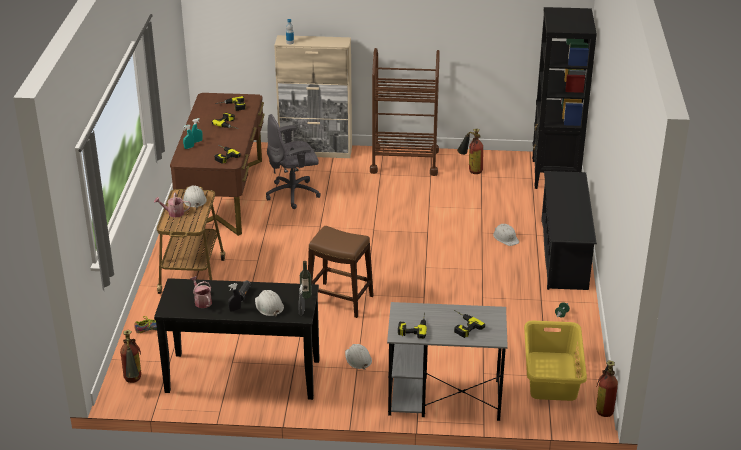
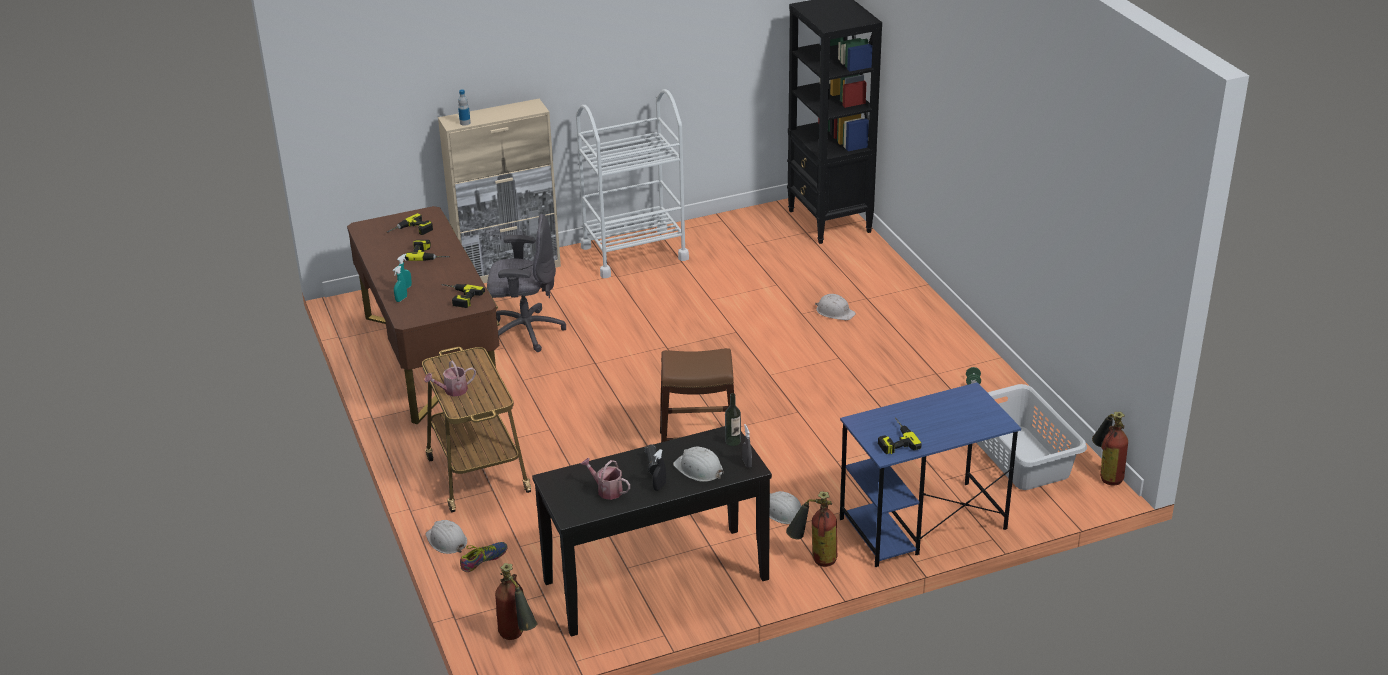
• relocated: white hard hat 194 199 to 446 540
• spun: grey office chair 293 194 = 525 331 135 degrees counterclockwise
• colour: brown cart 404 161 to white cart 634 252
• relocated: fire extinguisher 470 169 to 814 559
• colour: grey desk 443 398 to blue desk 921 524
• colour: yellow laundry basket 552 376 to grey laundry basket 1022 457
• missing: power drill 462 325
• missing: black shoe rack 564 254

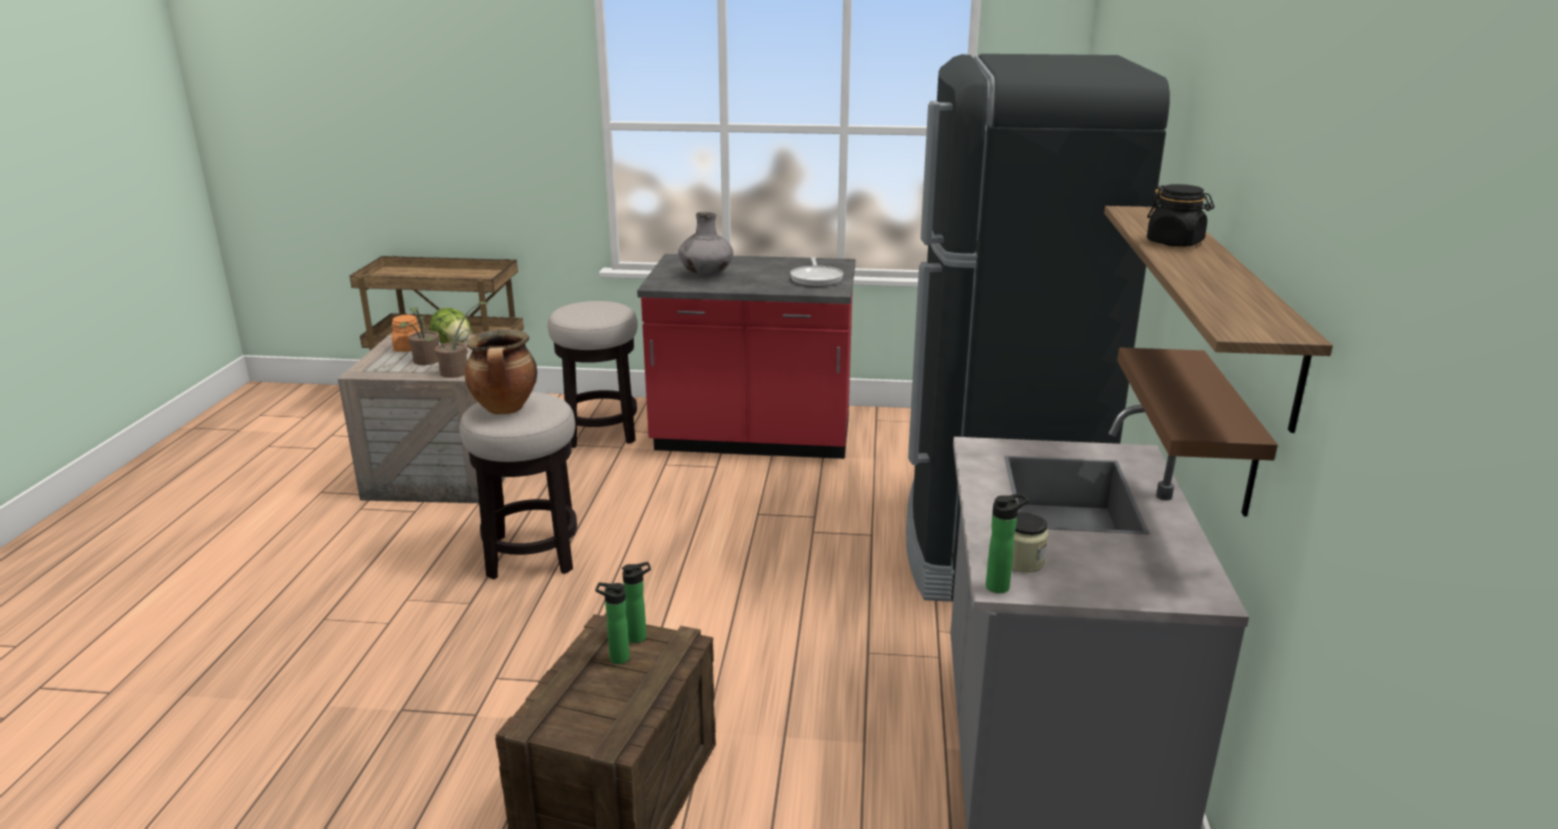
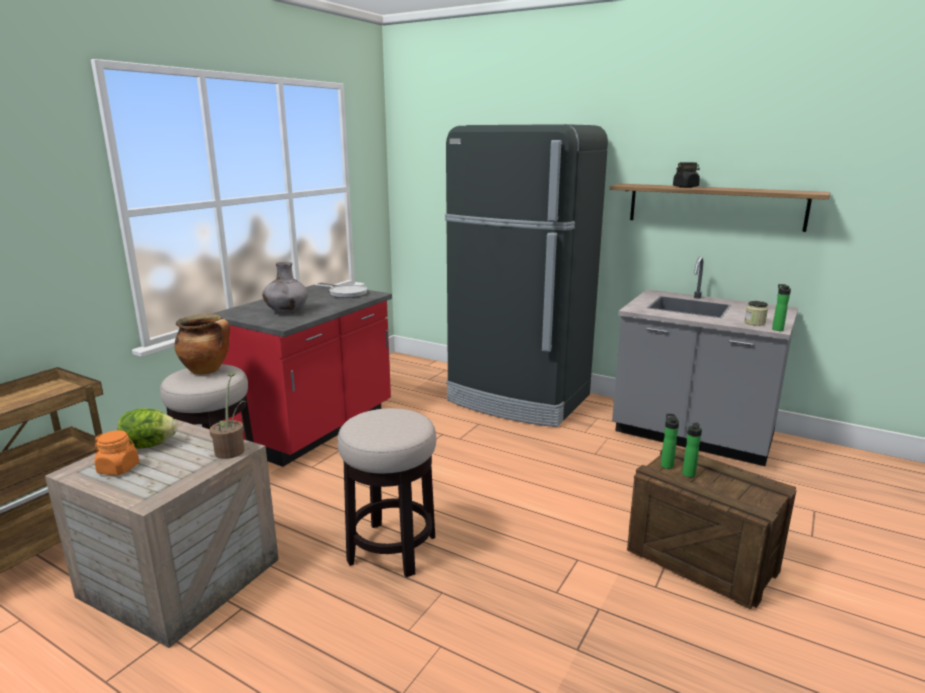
• relocated: cooking pot 506 409 to 207 370
• missing: potted plant 425 362
• missing: brown shelf 1229 434

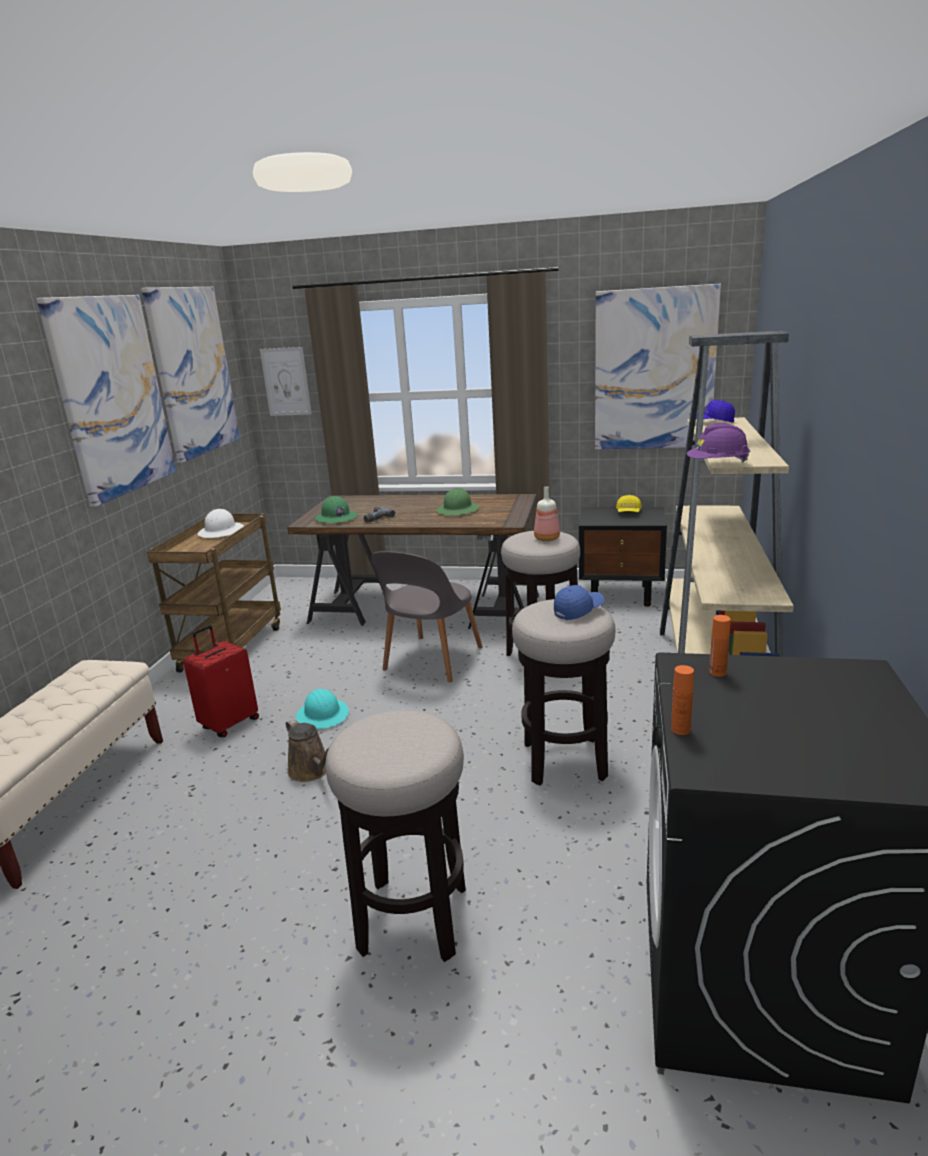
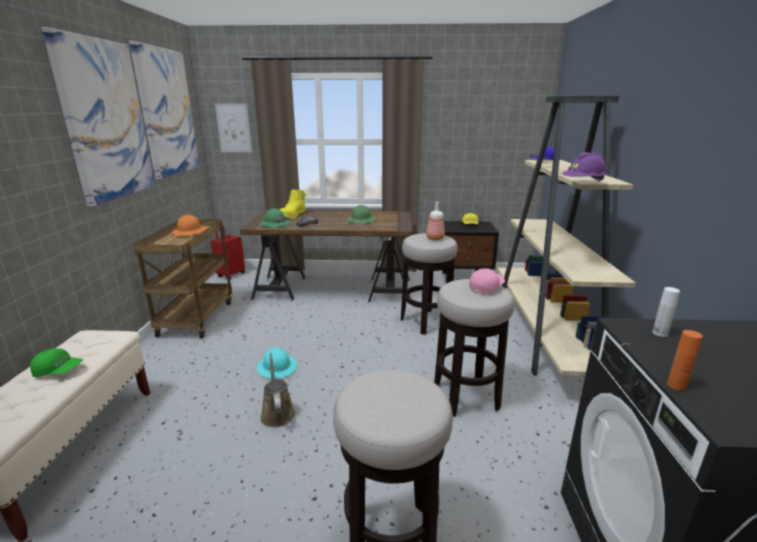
• appeared: green cap 59 371
• colour: white hard hat 221 532 to orange hard hat 190 232
• relocated: red suitcase 229 724 to 230 275
• spun: brown watering can 311 770 = 277 413 150 degrees counterclockwise
• appeared: yellow boot 293 215
• colour: blue cap 578 611 to pink cap 486 287
• colour: orange bottle 717 672 to white bottle 659 333
• missing: grey chair 431 660
• missing: picture 654 370

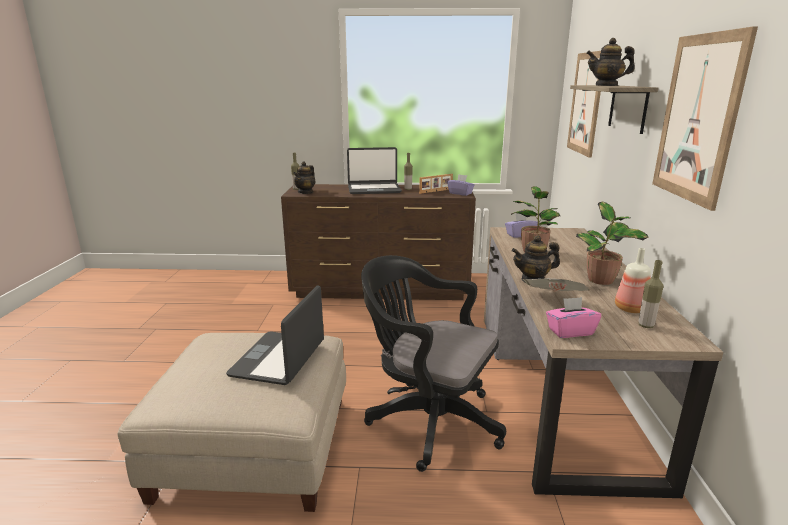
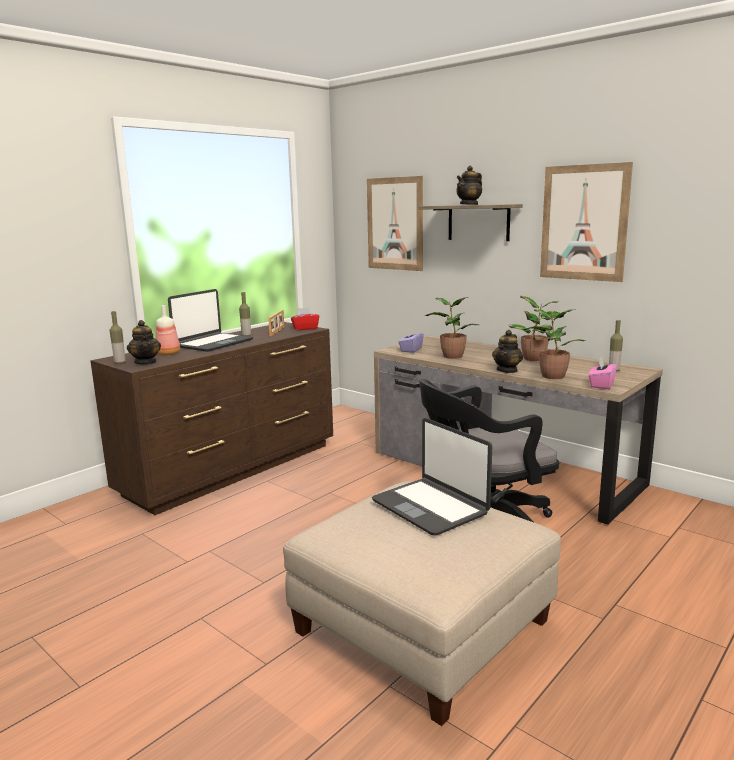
• relocated: bottle 629 308 to 167 354
• colour: purple tissue box 460 193 to red tissue box 305 328
• exchanged: newspaper 553 301 to potted plant 551 376

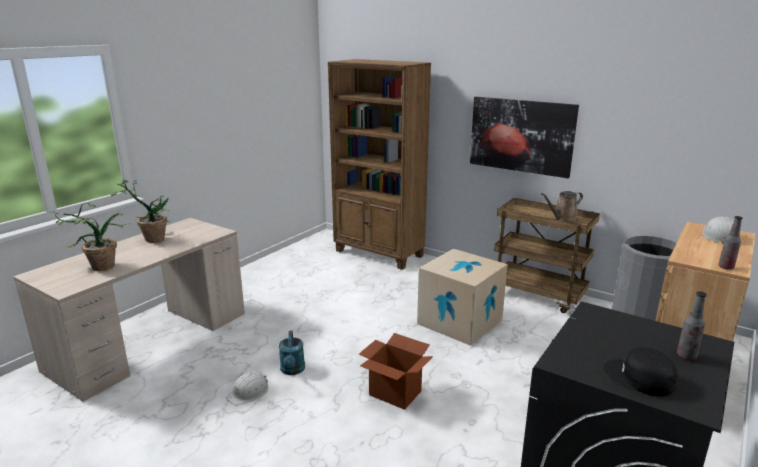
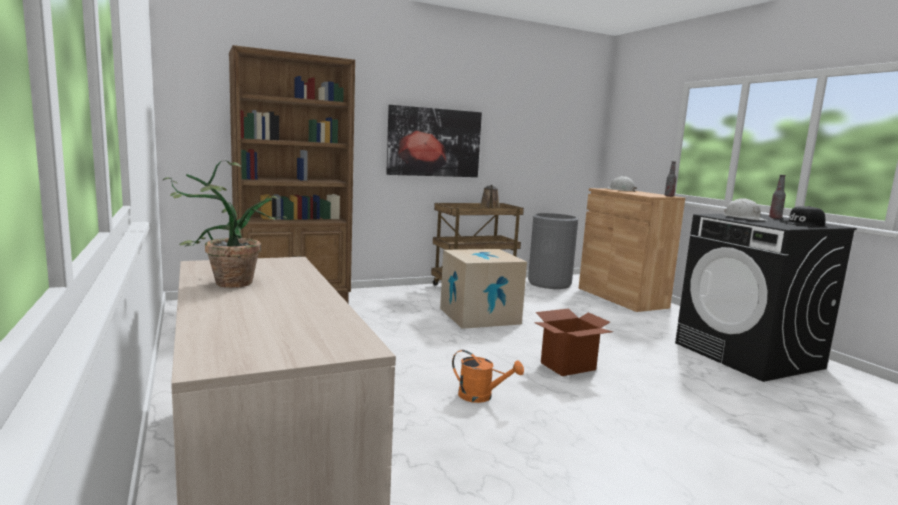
• colour: turquoise watering can 292 370 to orange watering can 481 396
• relocated: white hard hat 249 392 to 743 218
• missing: potted plant 97 268

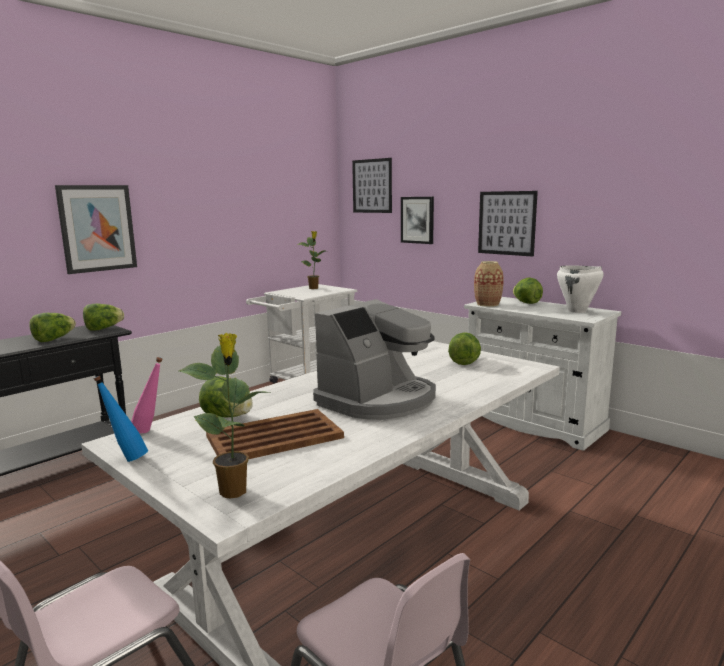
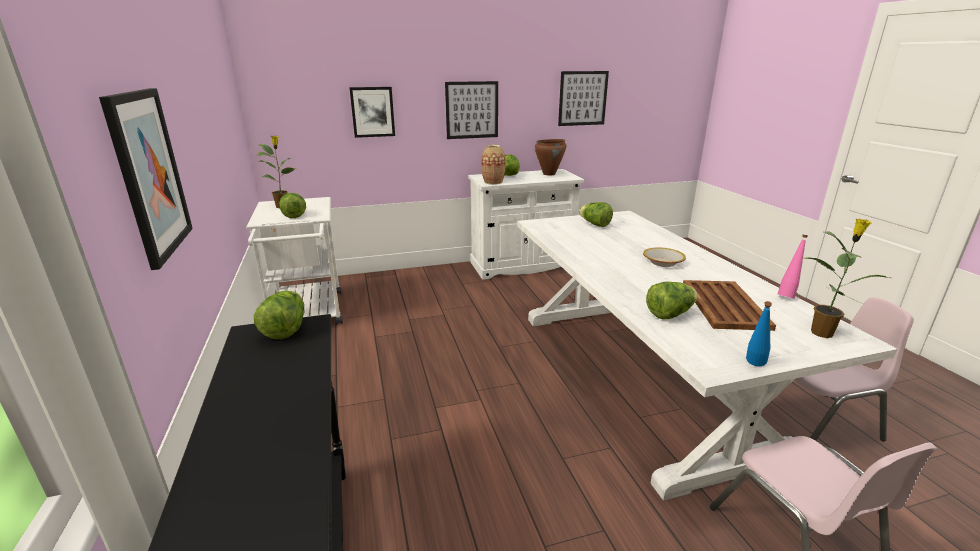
• relocated: lettuce 54 339 to 293 215
• colour: white cooking pot 577 311 to brown cooking pot 549 174
• relocated: picture 372 186 to 582 98
• exchanged: coffee machine 378 400 to bowl 662 262
• relocated: pink bottle 150 431 to 787 295

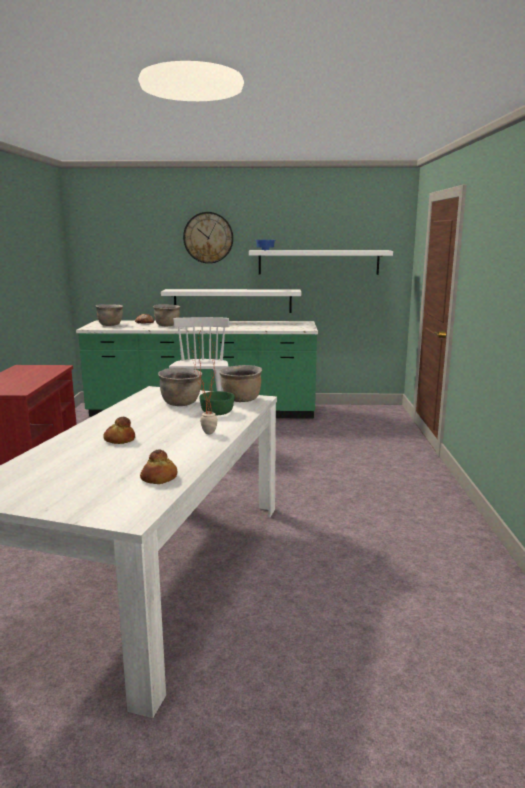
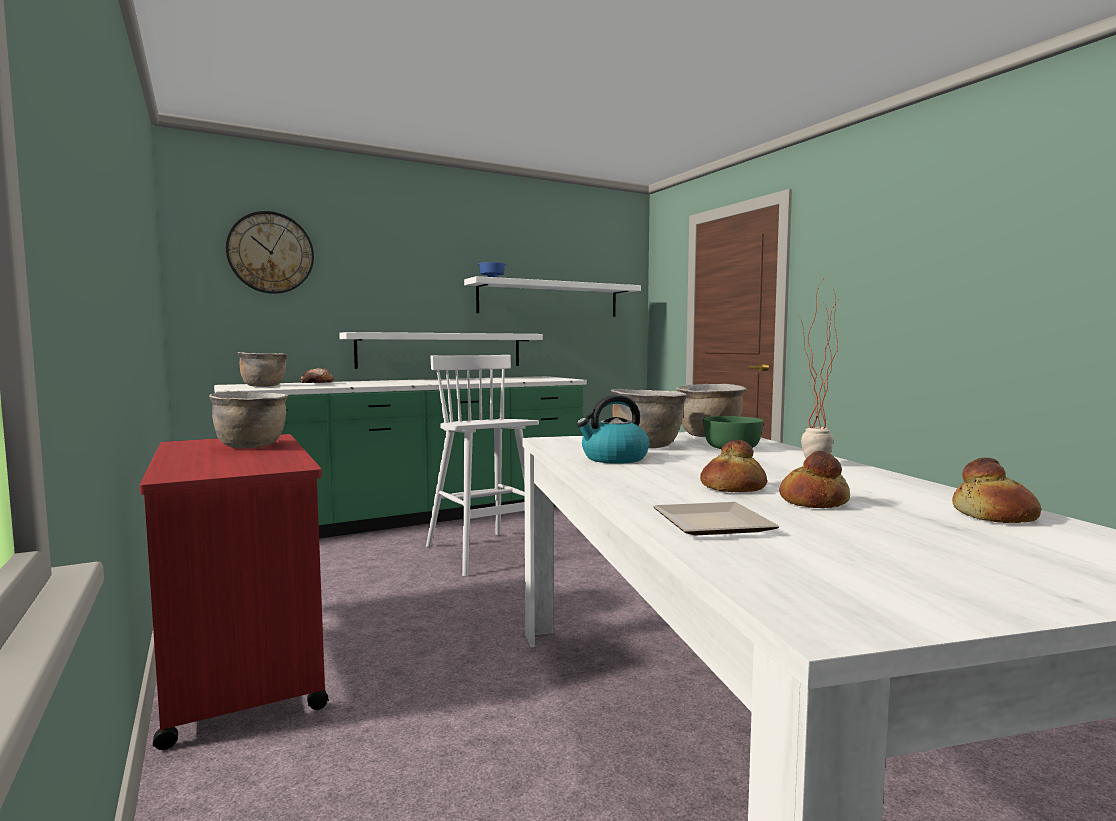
• relocated: brown cooking pot 167 325 to 251 446
• relocated: wall clock 208 237 to 270 253
• appeared: kettle 614 459
• appeared: plate 717 525
• appeared: bread 813 501

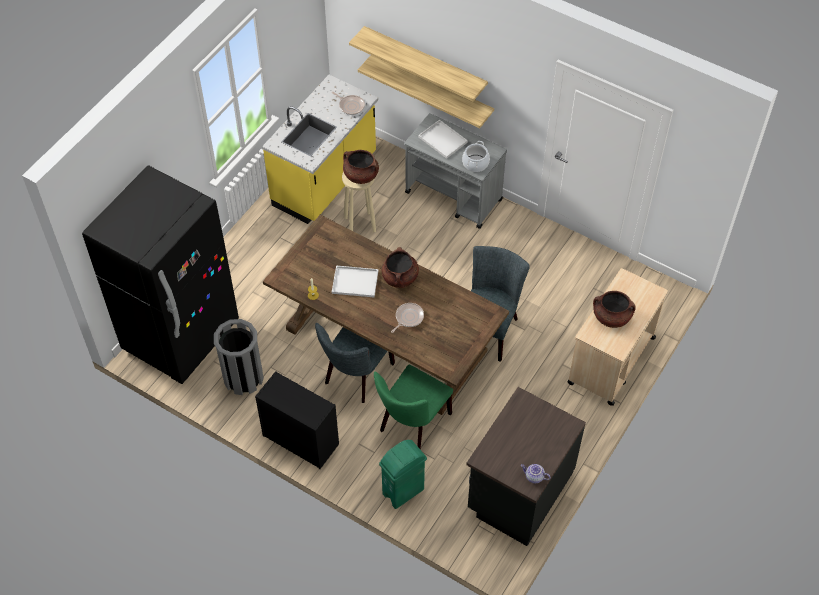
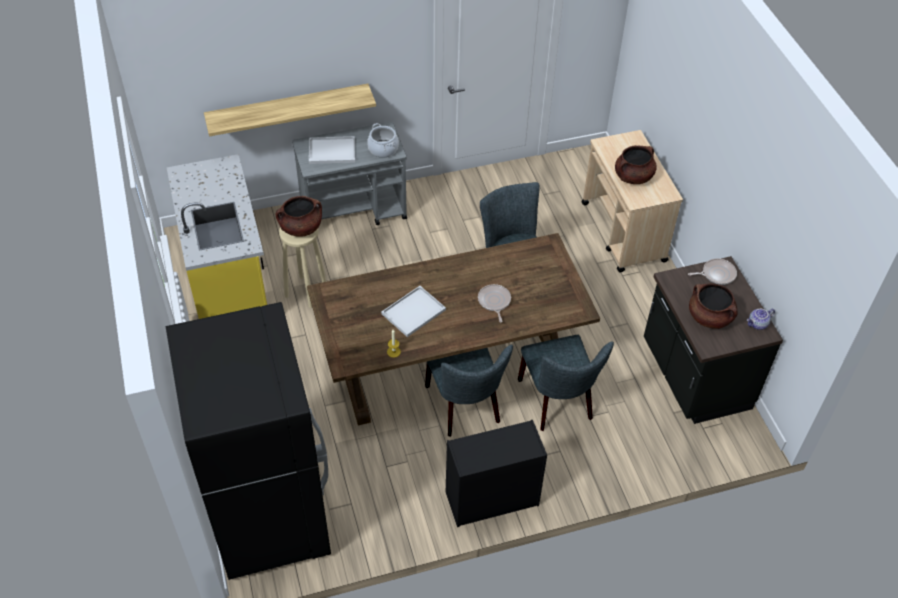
• colour: green chair 412 425 to grey chair 558 403
• relocated: frying pan 350 106 to 716 274
• relocated: brown cooking pot 400 278 to 710 317
• missing: grey trash can 243 377
• missing: shelf 425 62
• missing: green trash can 403 491

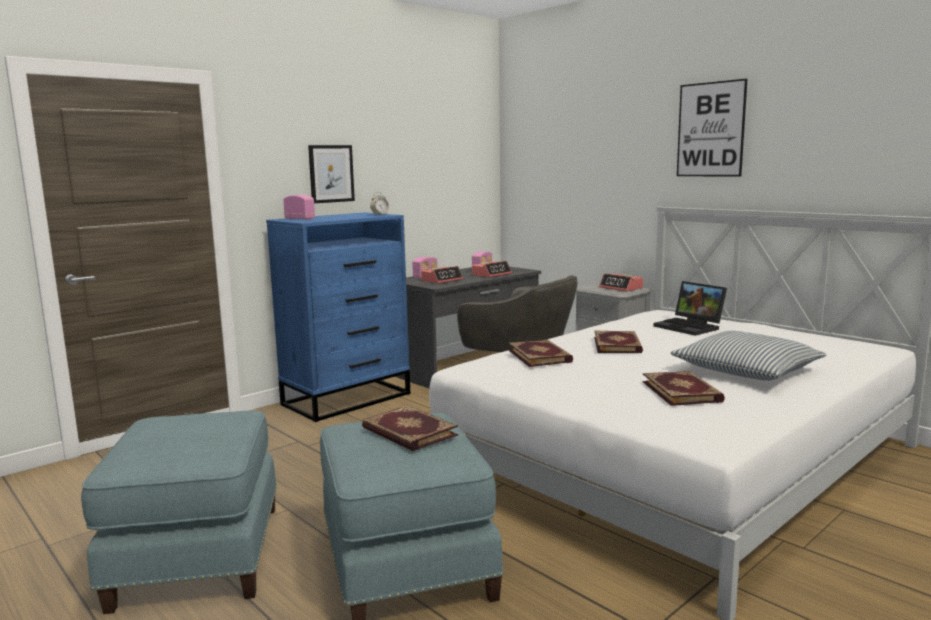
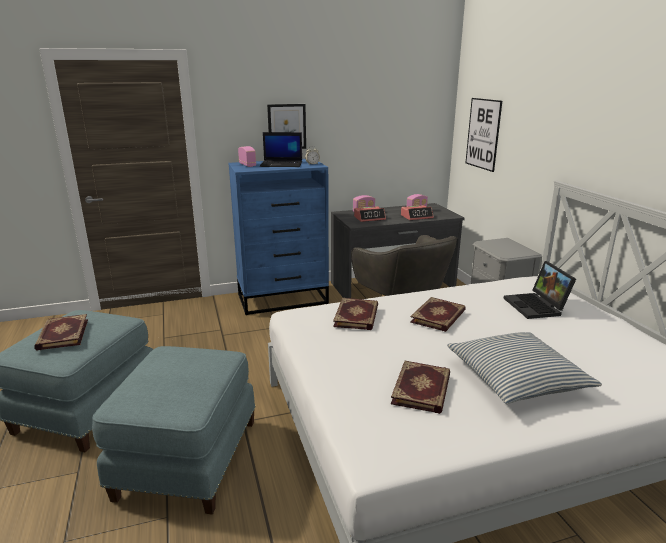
• relocated: book 408 432 to 62 334
• appeared: laptop 282 164
• relocated: picture 710 129 to 483 134
• missing: alarm clock 621 288

